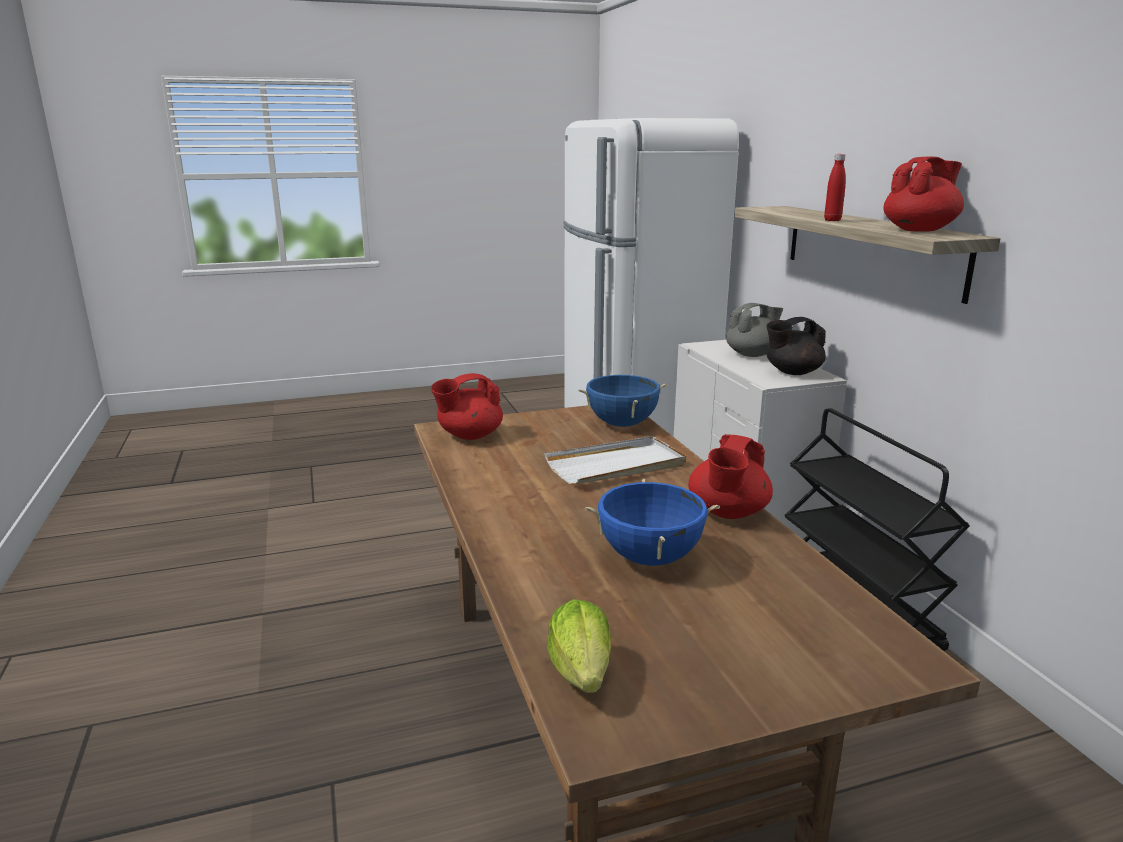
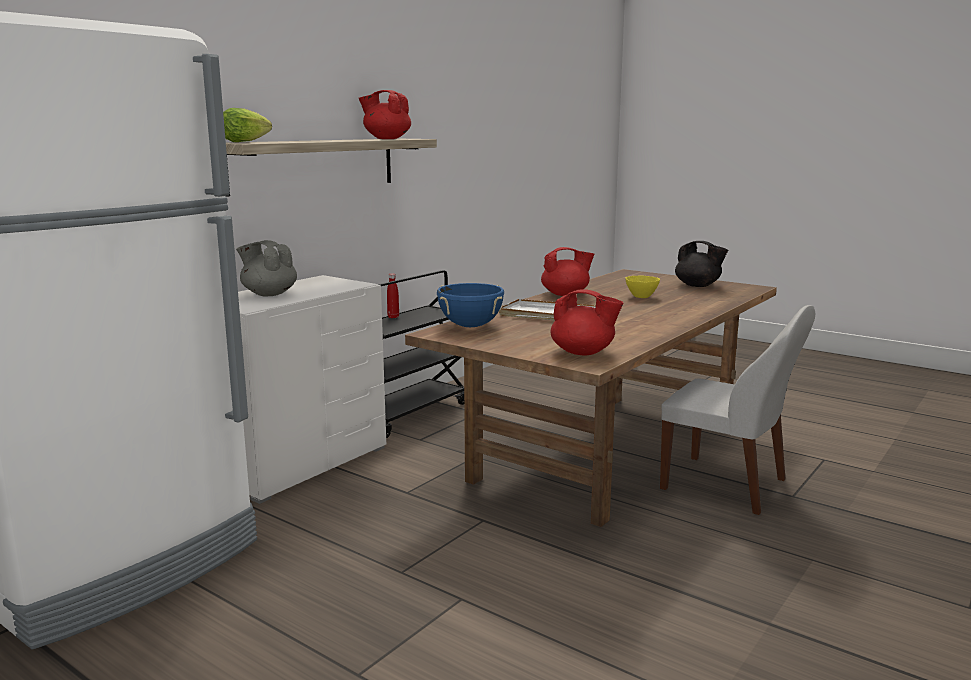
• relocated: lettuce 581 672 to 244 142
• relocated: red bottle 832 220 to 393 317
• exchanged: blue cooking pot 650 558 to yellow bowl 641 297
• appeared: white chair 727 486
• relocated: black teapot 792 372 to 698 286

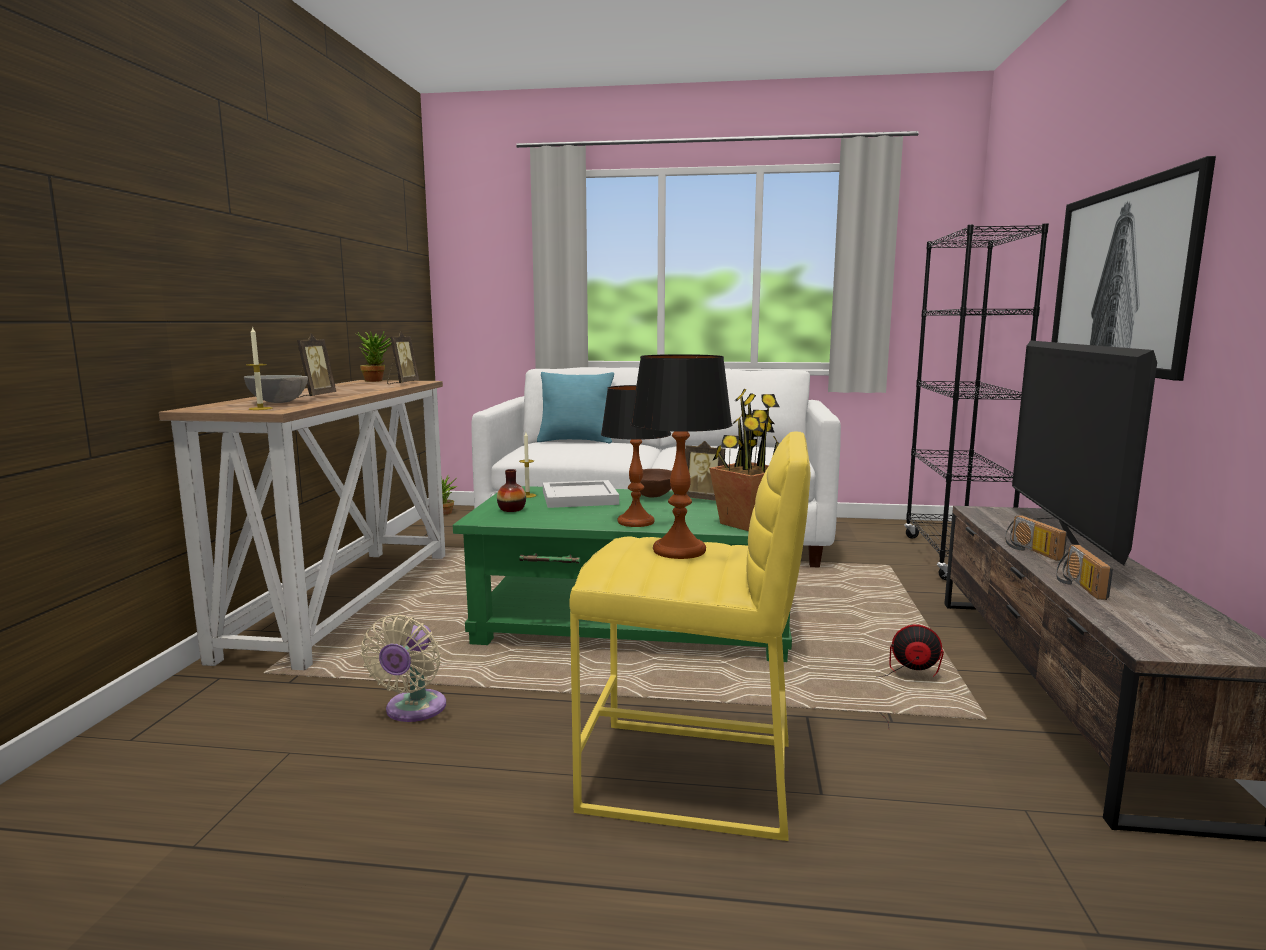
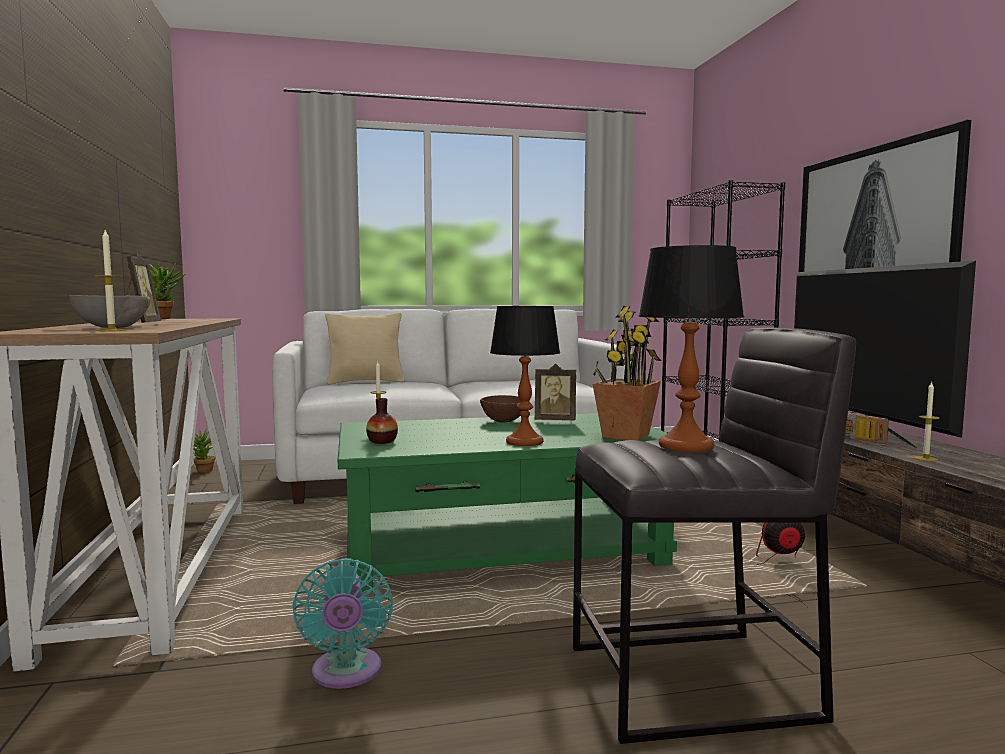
• colour: beige fan 413 710 to turquoise fan 346 673
• colour: turquoise pillow 575 441 to beige pillow 365 382
• colour: yellow stool 690 777 to grey stool 693 683
• exchanged: radio 1077 585 to candle 926 458
• missing: picture frame 402 383
• missing: white tray 580 498

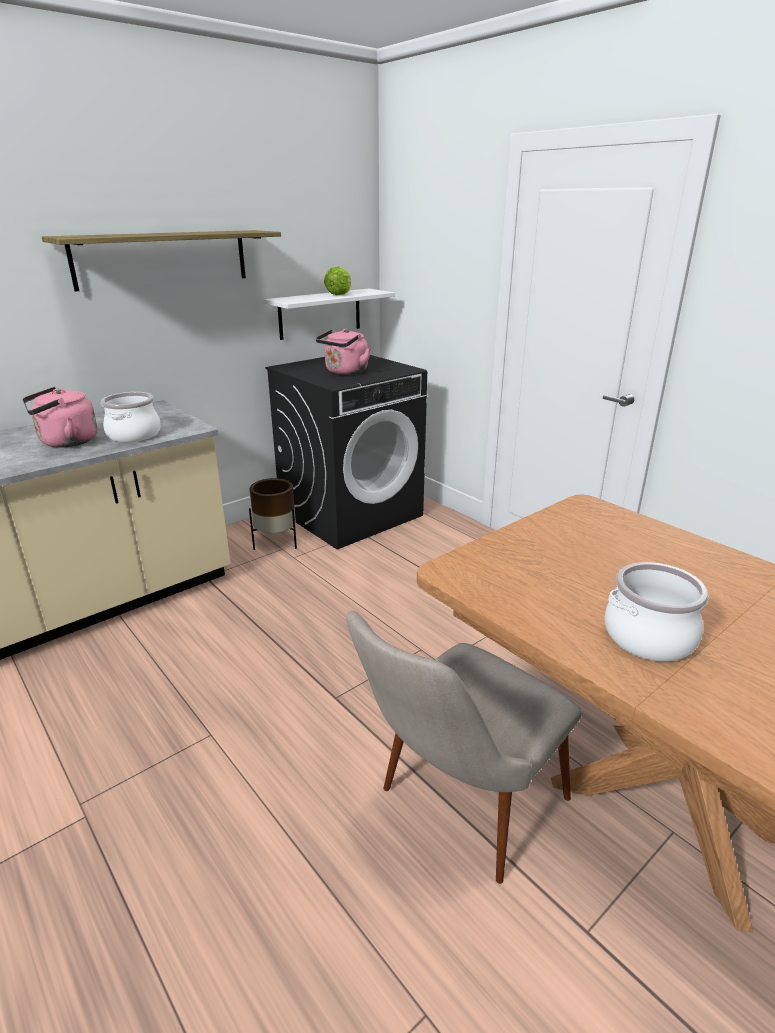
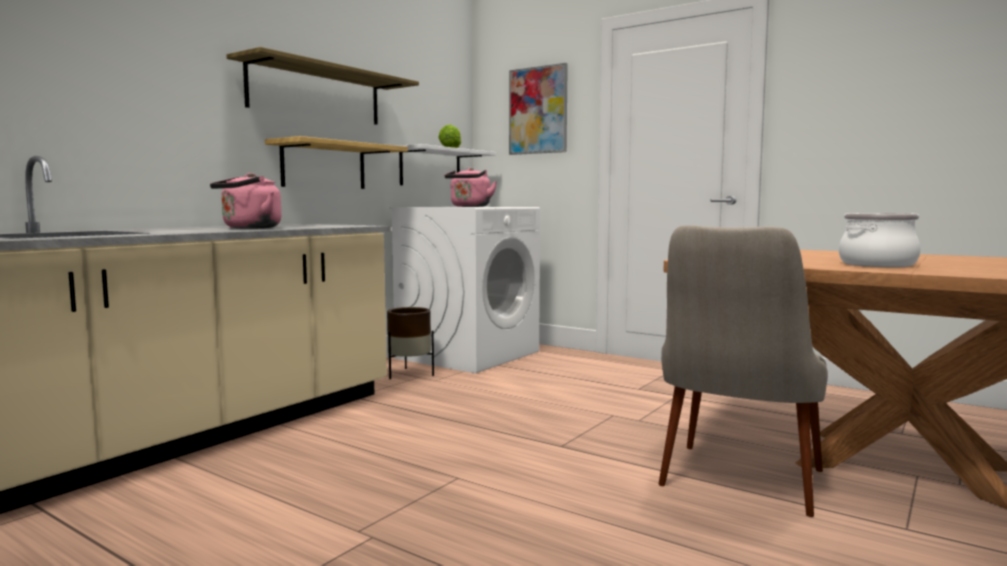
• appeared: shelf 324 166
• colour: black washing machine 351 513 to white washing machine 468 355
• appeared: picture 538 110
• missing: cooking pot 133 435

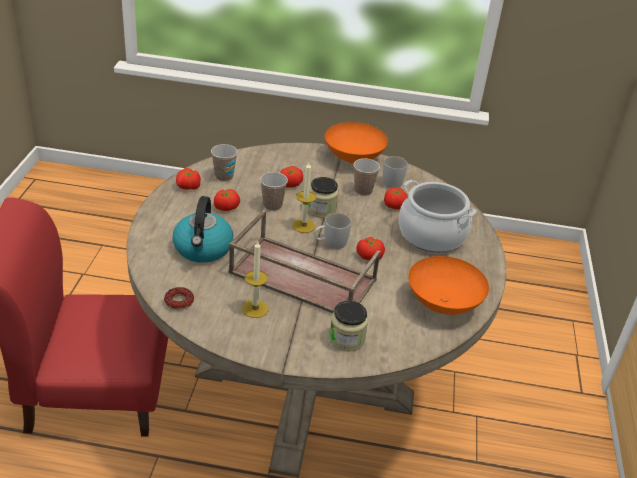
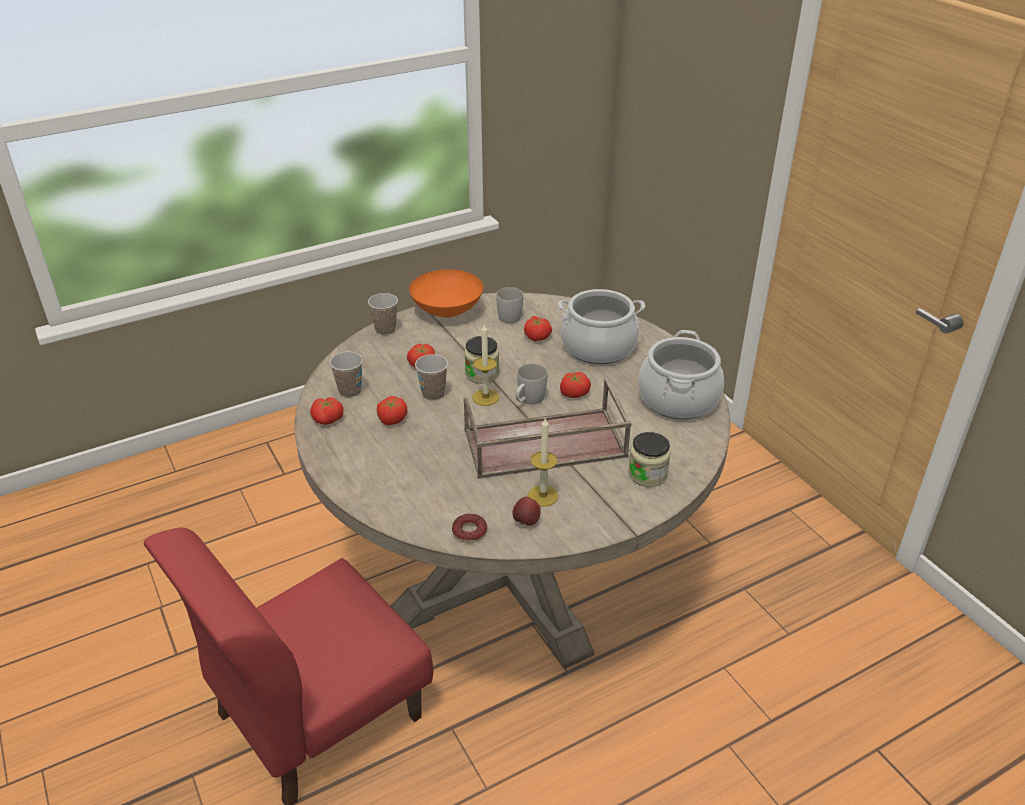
• relocated: cup 363 191 to 385 329
• appeared: apple 526 522
• exchanged: orange bowl 443 303 to cooking pot 678 399
• missing: kettle 203 249

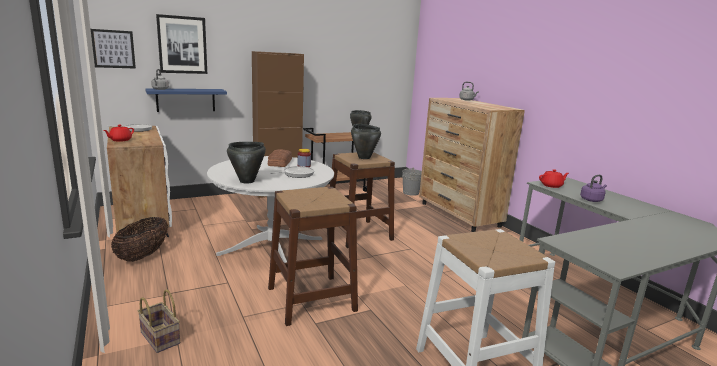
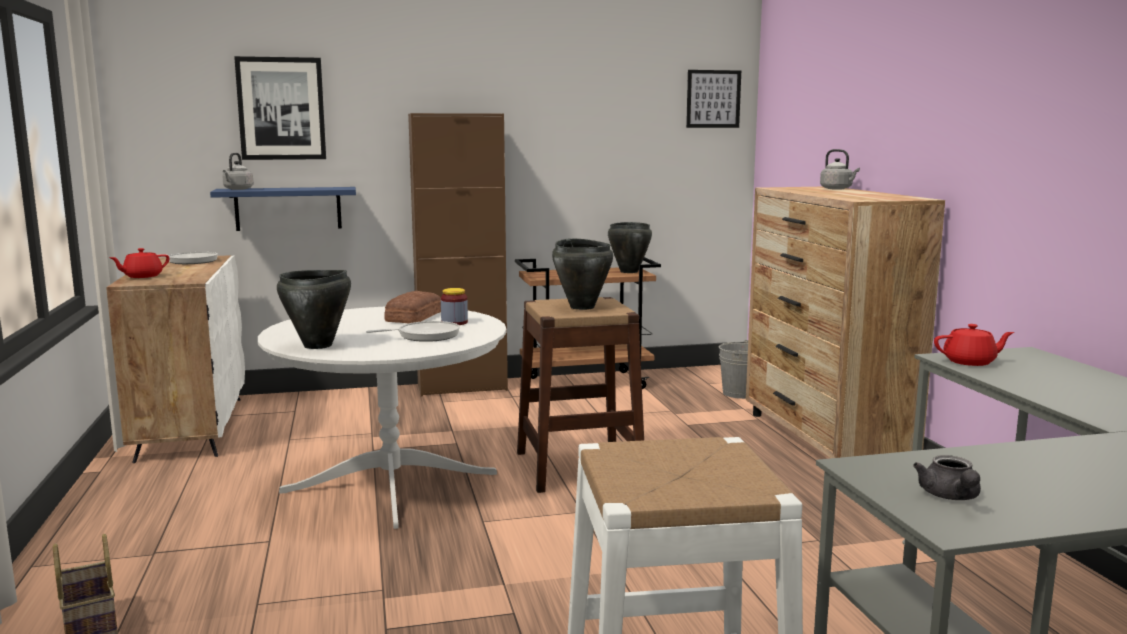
• relocated: picture 113 49 to 713 99
• appeared: grey teapot 950 497
• missing: basket 143 255
• missing: brown stool 311 299
• missing: purple kettle 592 200

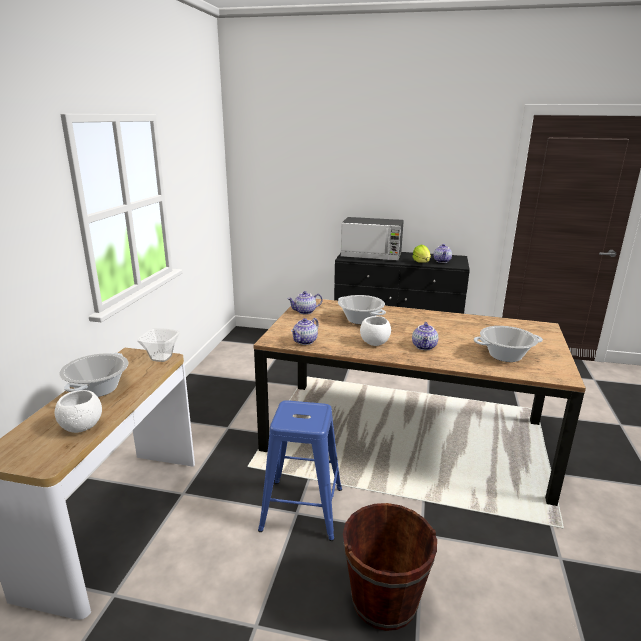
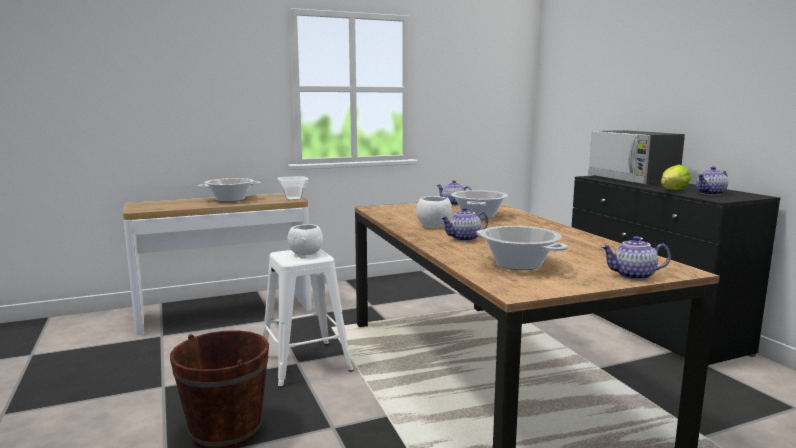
• colour: blue stool 301 509 to white stool 304 363
• relocated: white bowl 82 426 to 306 253
• relocated: teapot 305 341 to 633 276

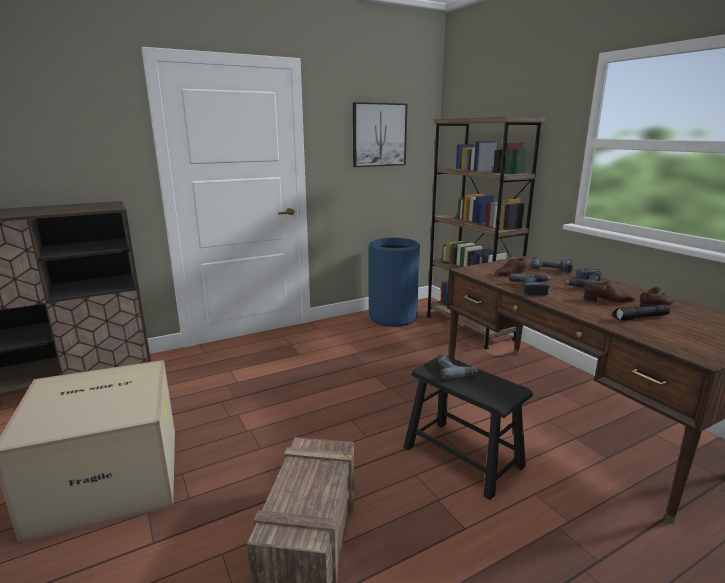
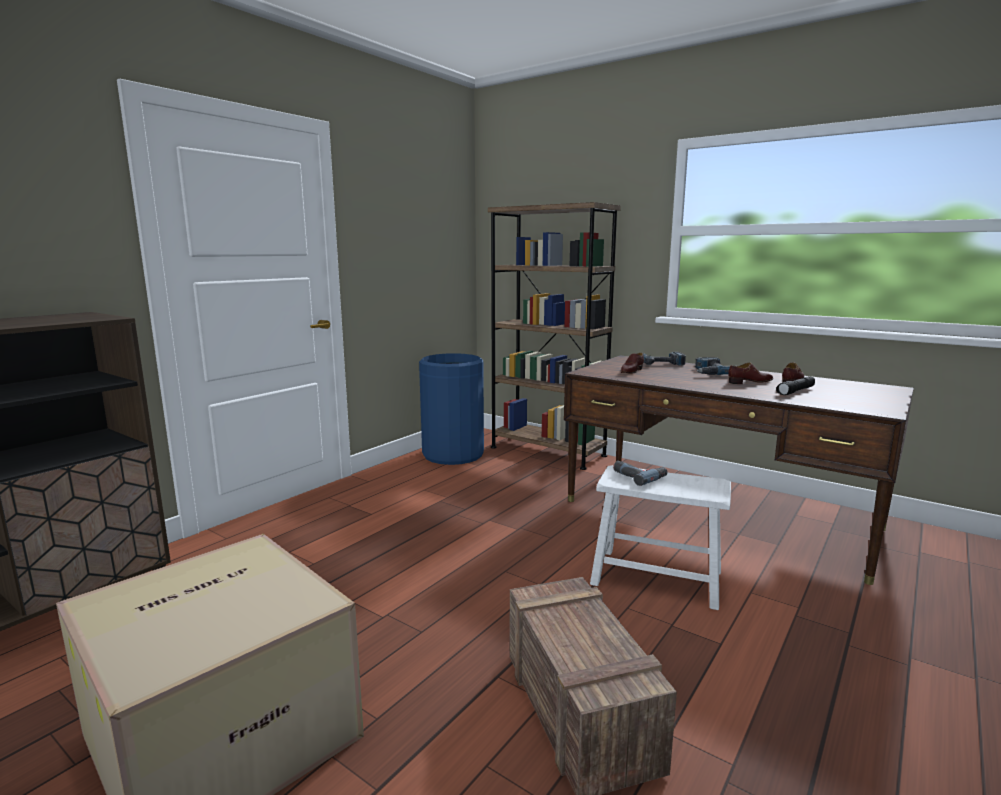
• colour: black stool 462 456 to white stool 657 577
• missing: picture 379 135
• missing: power drill 534 288

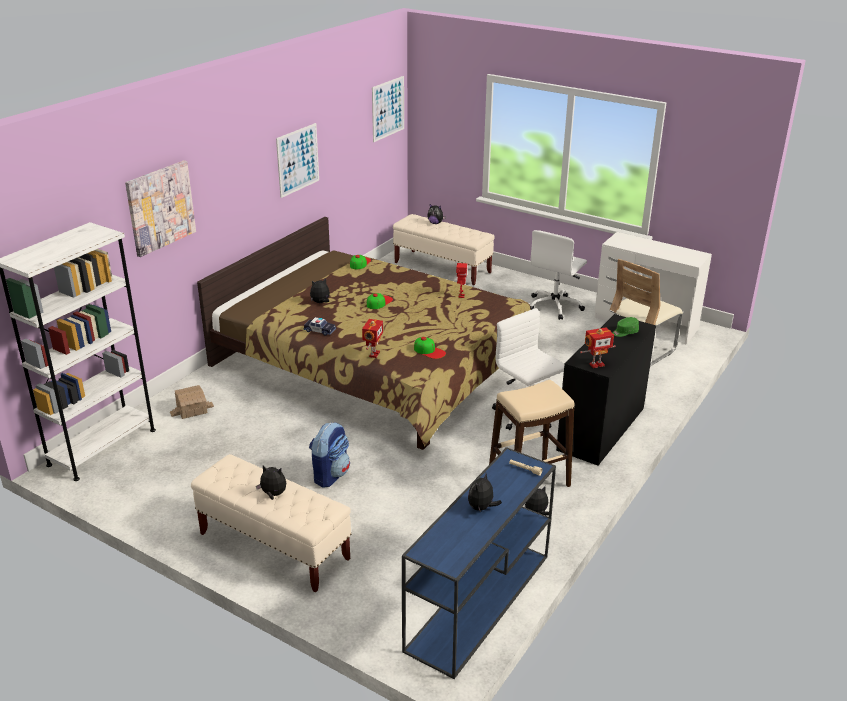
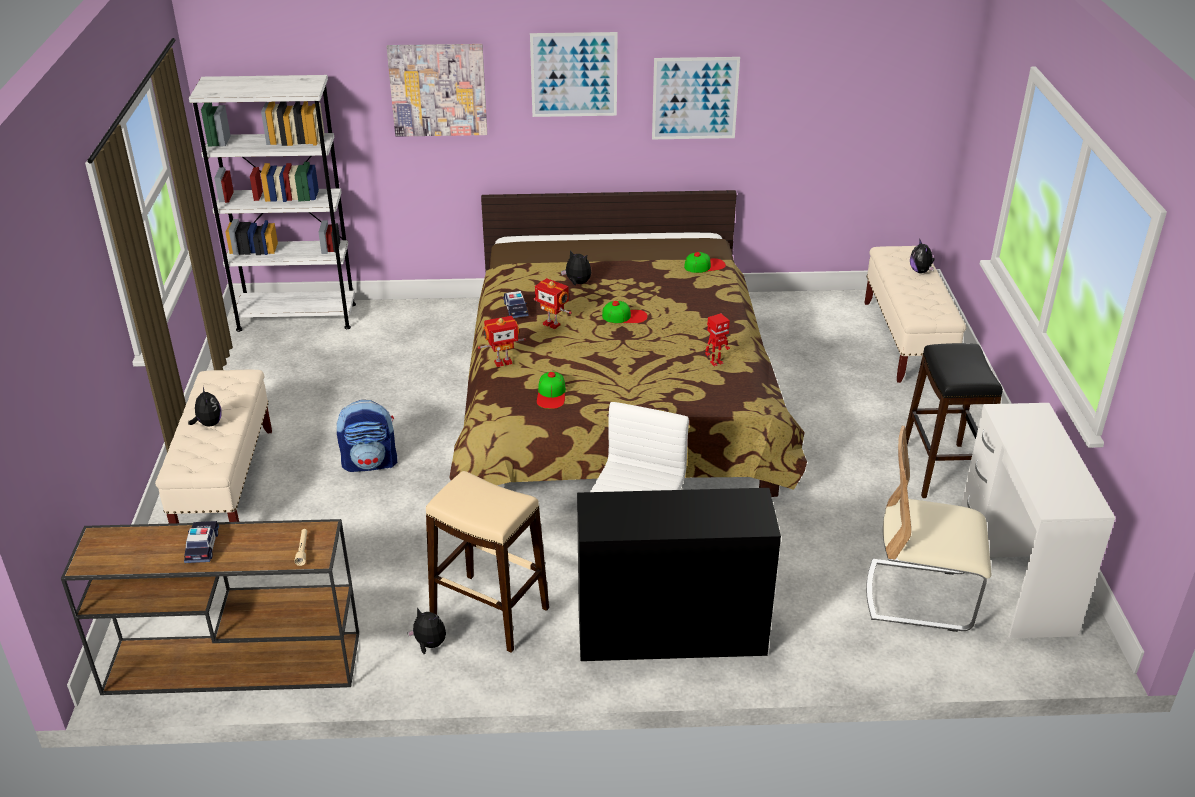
• colour: blue console table 478 603 to brown console table 230 663
• exchanged: plush toy 481 508 to toy car 202 546
• relocated: picture 388 108 to 574 74
• relocated: toy robot 596 364 to 552 324
• exchanged: white office chair 555 306 to black stool 941 470
• missing: toy house 191 409
• missing: green cap 624 332

